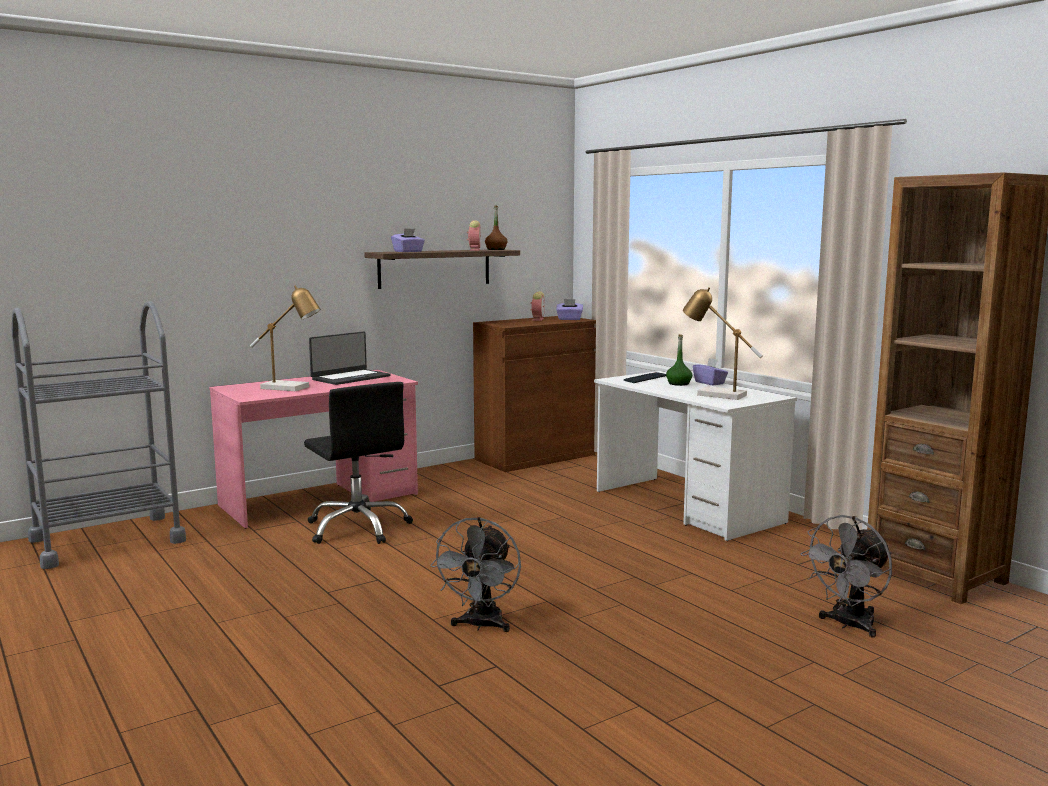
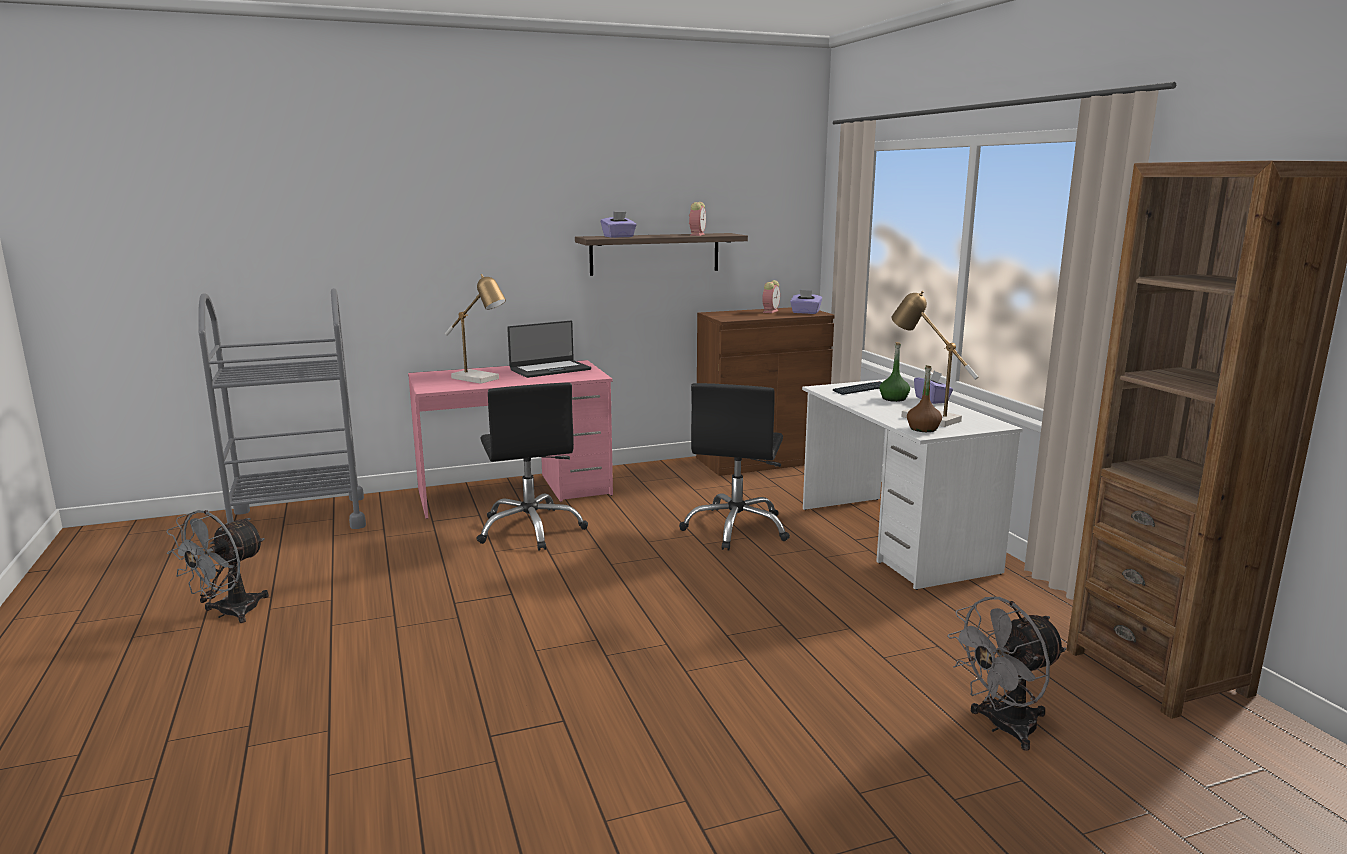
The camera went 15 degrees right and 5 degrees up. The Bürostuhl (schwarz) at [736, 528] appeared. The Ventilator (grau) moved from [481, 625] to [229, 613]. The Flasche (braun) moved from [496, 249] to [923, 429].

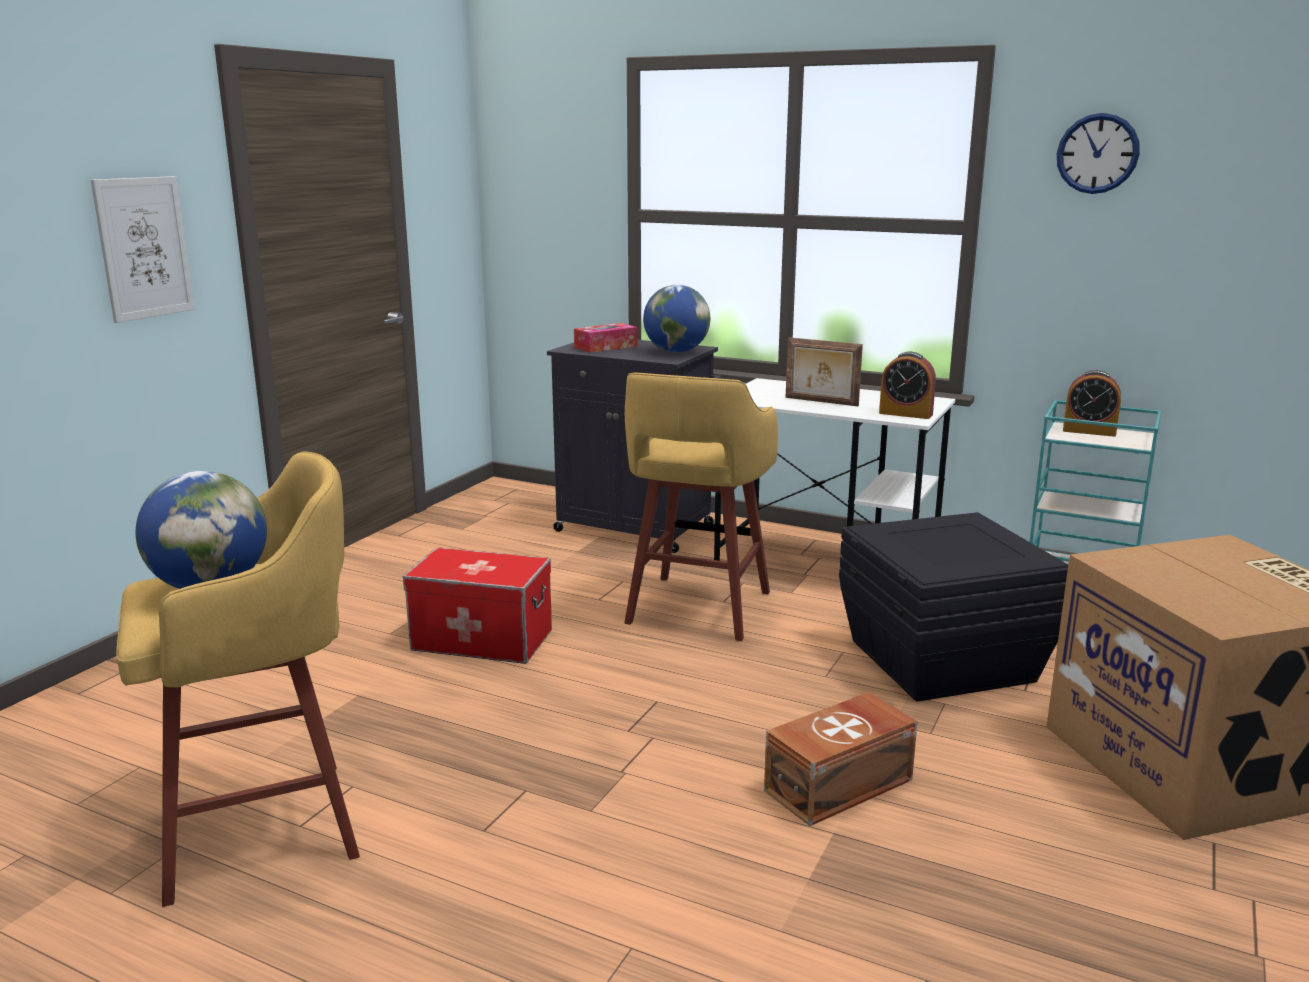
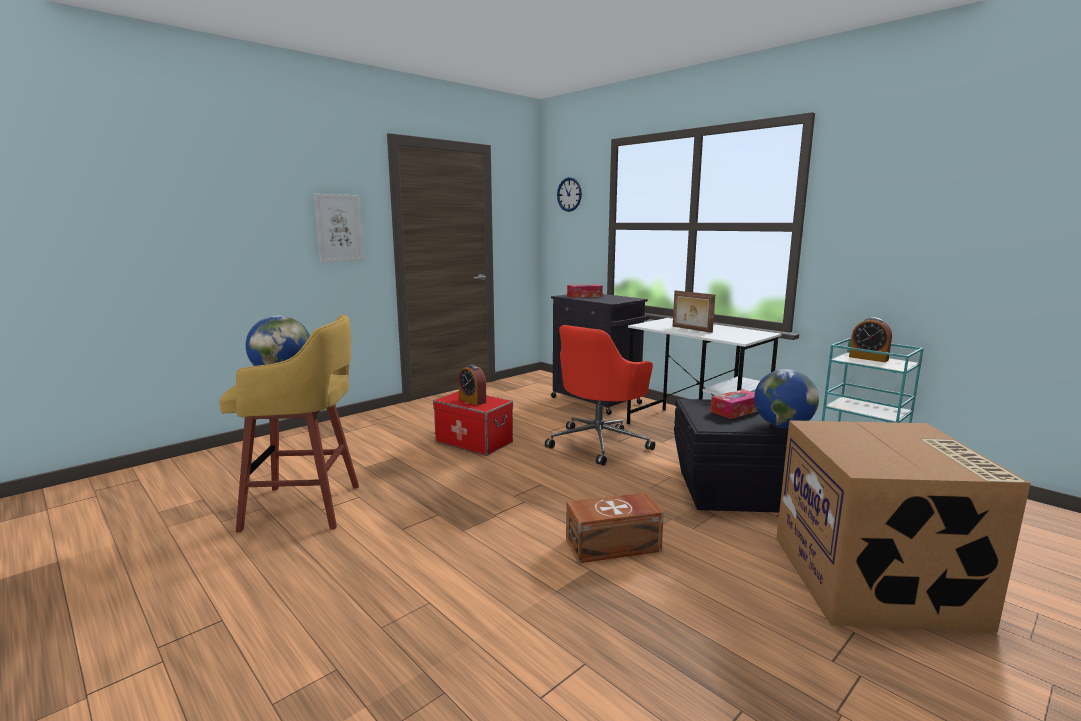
The camera went 20 degrees right and 5 degrees down. The Taschentuchbox at [736, 411] appeared. The Globus moved from [676, 352] to [782, 426]. The Wecker moved from [905, 414] to [472, 400]. The Wanduhr moved from [1097, 153] to [569, 194]. The Hocker (gelb) at [697, 609] was replaced by the Bürostuhl (rot) at [599, 443].

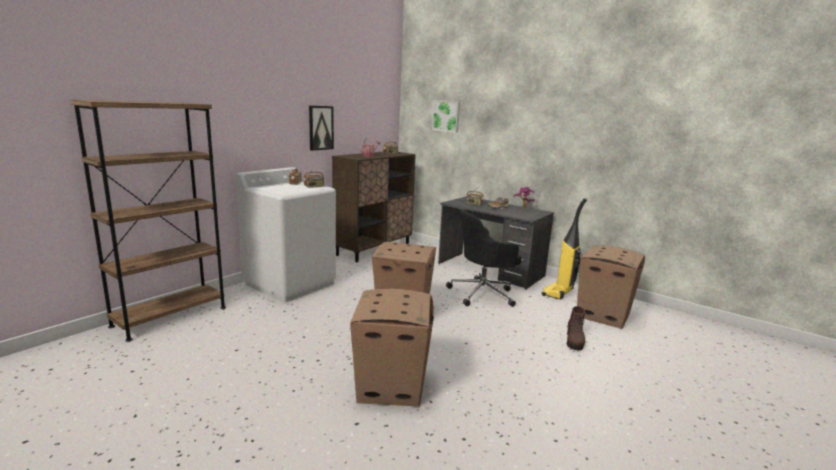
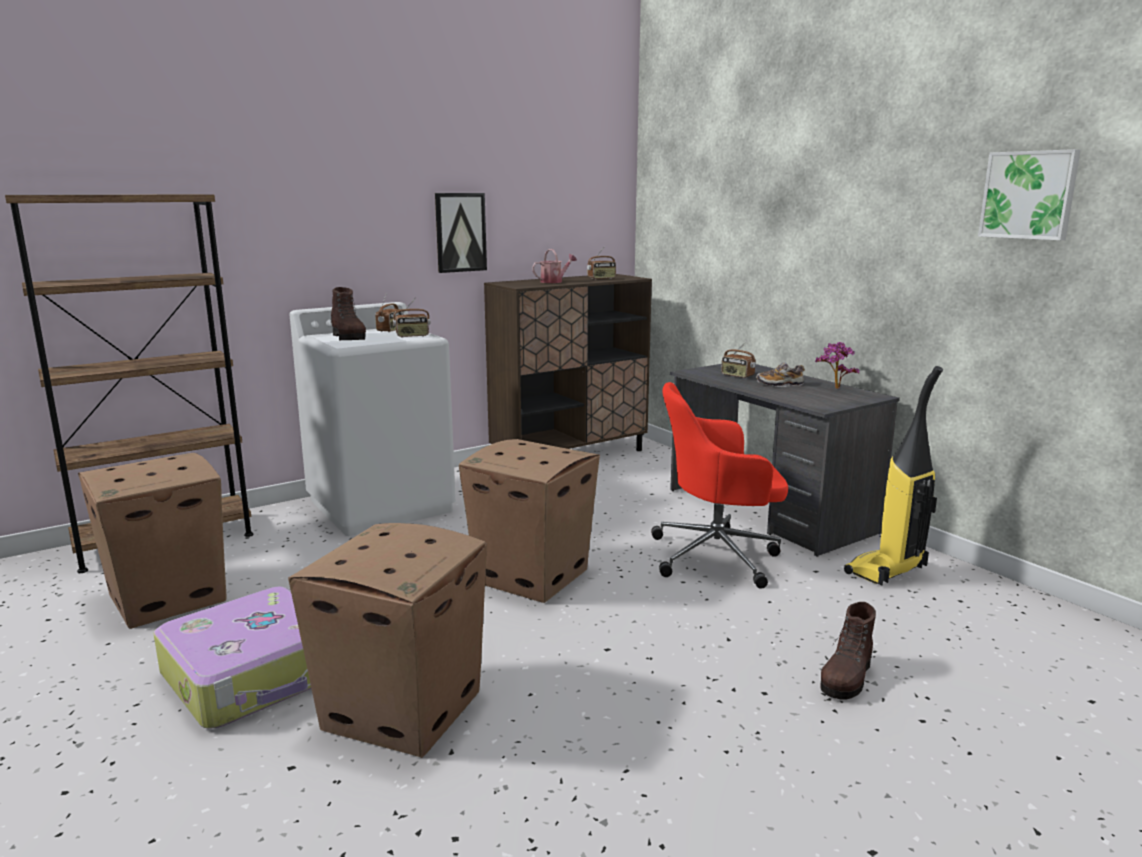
The camera went 20 degrees right and 0 degrees up. The Koffer at [254, 675] appeared. The Stiefel (braun) at [349, 338] appeared. The Bild moved from [446, 116] to [1029, 195]. The Karton moved from [603, 315] to [169, 597]. The Bürostuhl (schwarz) at [483, 293] became the Bürostuhl (rot) at [718, 556].

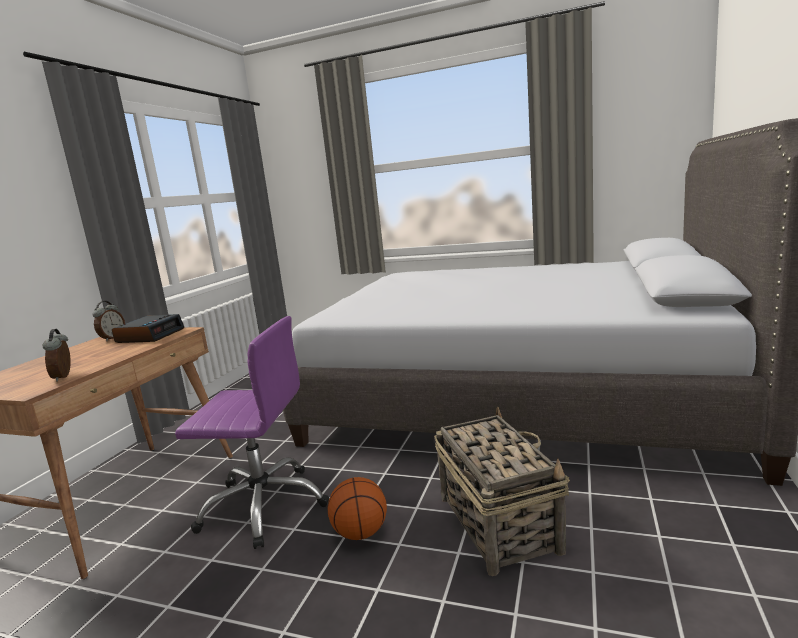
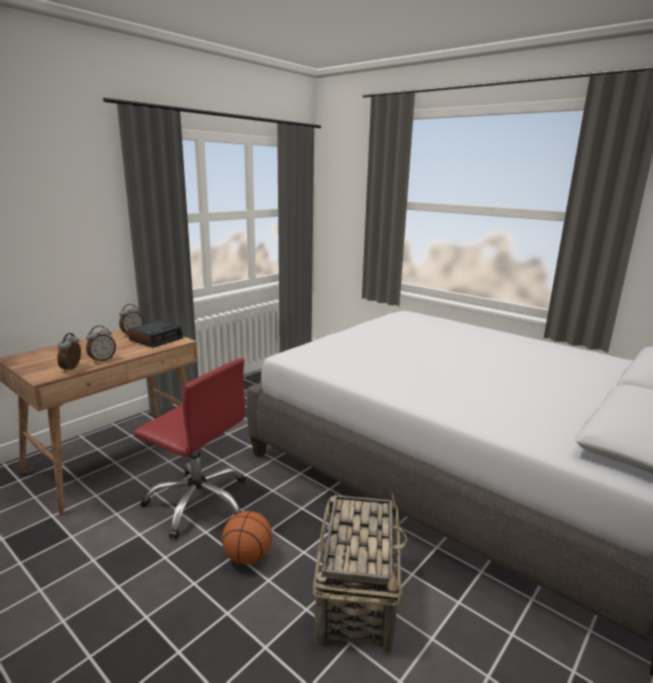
The camera went 20 degrees right and 5 degrees up. The Wecker at [102, 360] appeared. The Bürostuhl (lila) at [264, 505] became the Bürostuhl (rot) at [199, 501].

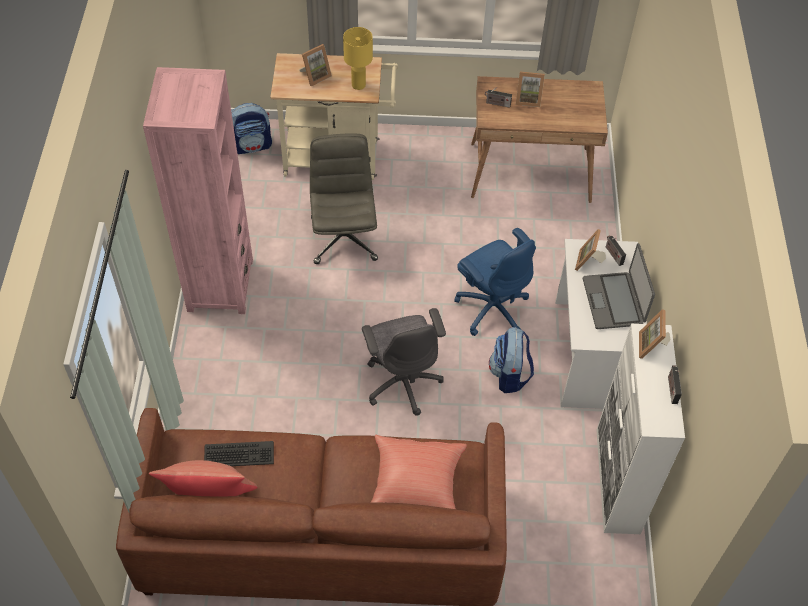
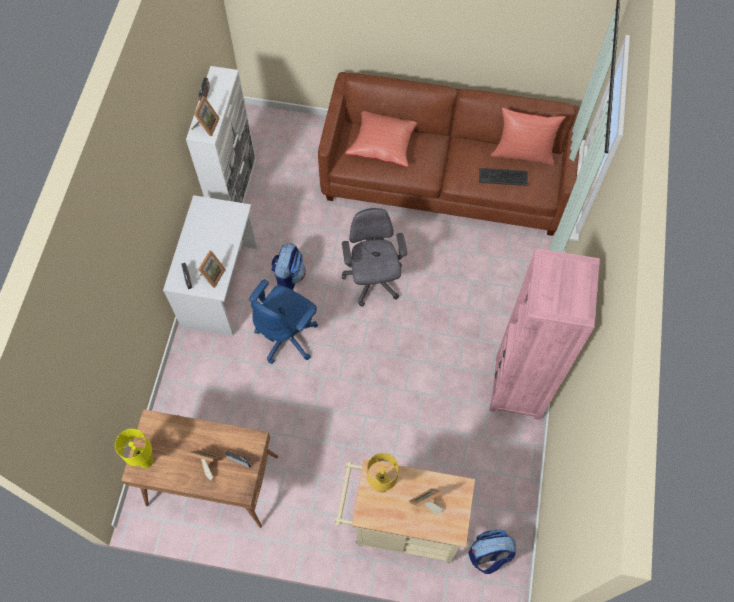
The camera went 170 degrees left and 10 degrees up. The Bürostuhl (grau) at [343, 237] disappeared. The Laptop at [614, 301] disappeared. The Tischlampe (gelb) at [145, 461] appeared. The Bürostuhl (blau) at [491, 307] turned 120 degrees counterclockwise.

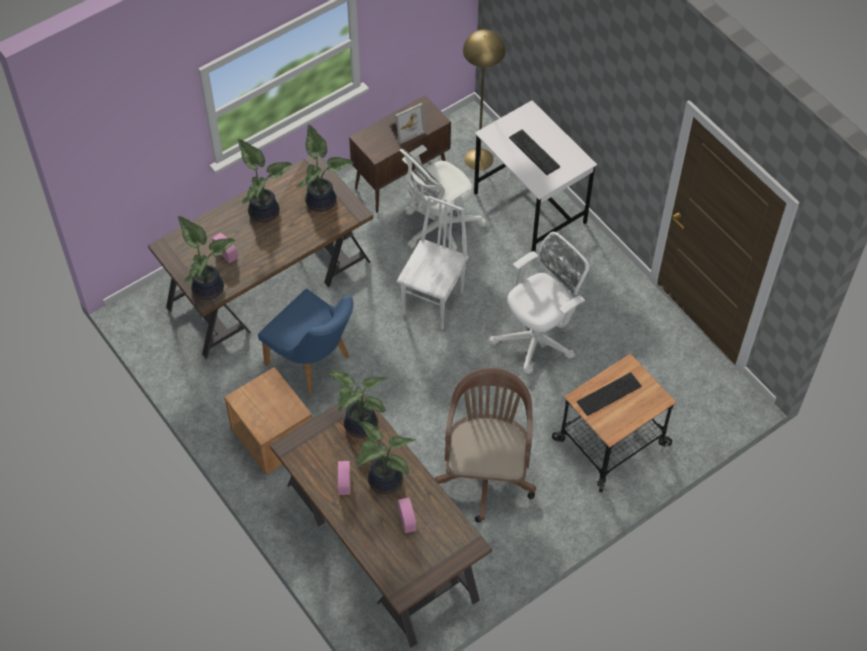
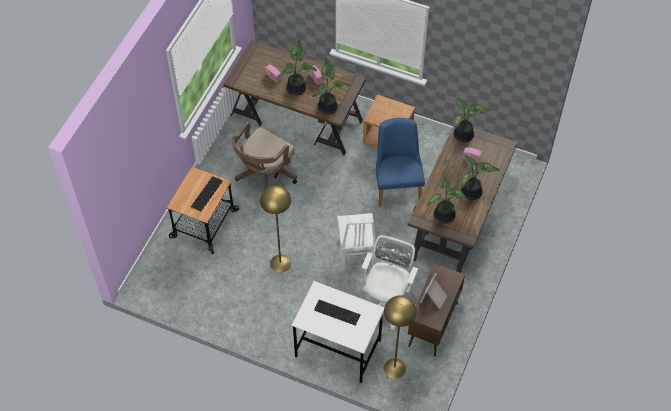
The camera went 150 degrees right and 0 degrees up. The Bürostuhl (weiß) at [538, 338] was replaced by the Stehlampe (gelb) at [280, 263]. The Stuhl (blau) at [314, 363] turned 75 degrees clockwise. The Bürostuhl (braun) at [486, 471] turned 60 degrees clockwise.

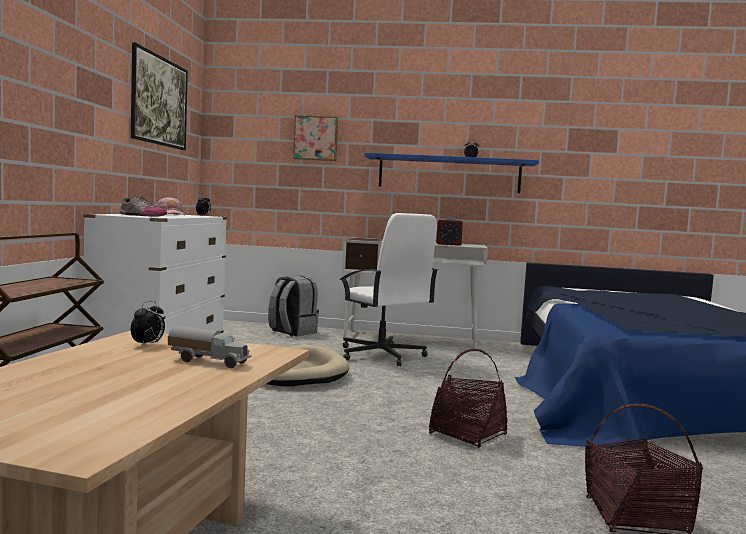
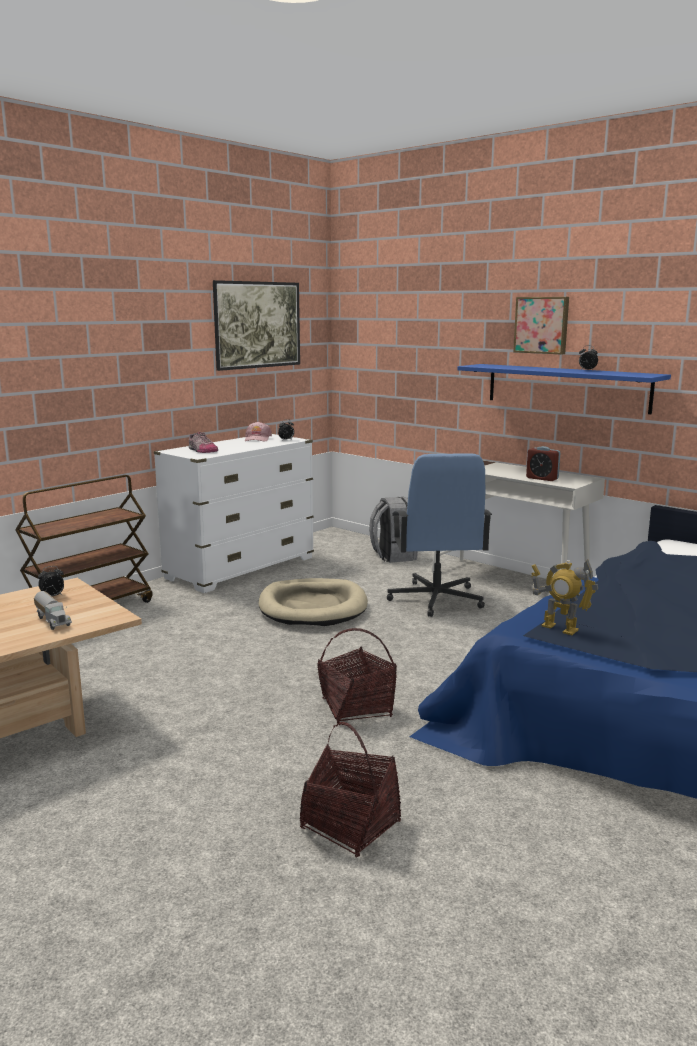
The camera went 35 degrees right and 10 degrees up. The Spielzeugroboter at [559, 628] appeared. The Bild moved from [316, 138] to [542, 325]. The Bürostuhl (weiß) at [381, 355] became the Bürostuhl (blau) at [436, 599].

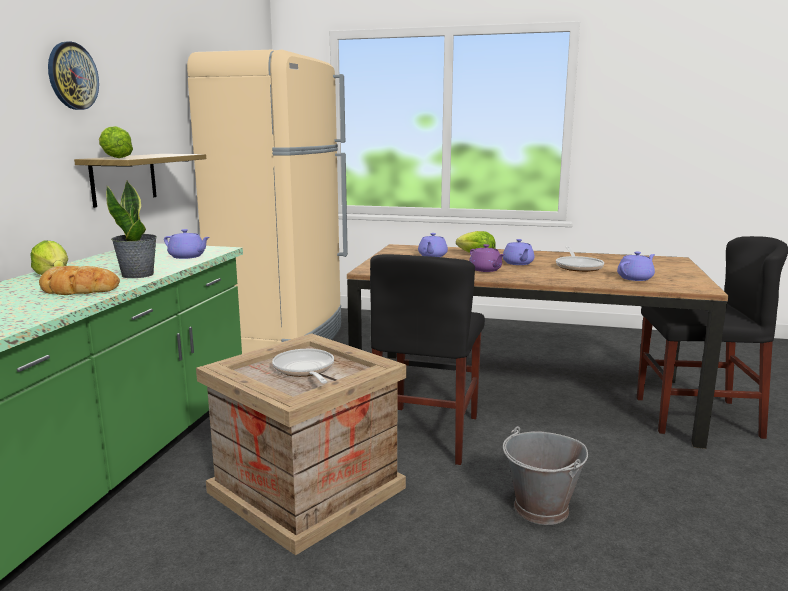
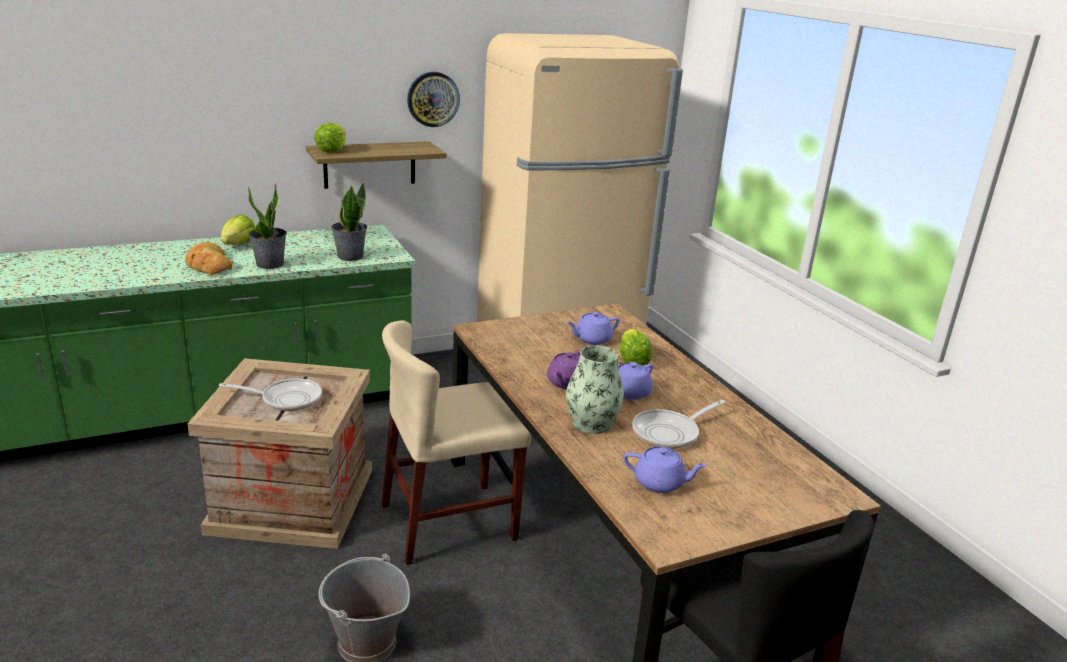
The camera went 50 degrees right and 10 degrees up. The Vase at [591, 423] appeared. The Wanduhr moved from [72, 76] to [433, 99]. The Teekanne (lila) at [187, 256] was replaced by the Topfpflanze at [350, 256]. The Stuhl (schwarz) at [426, 433] became the Stuhl (beige) at [449, 522]. The Pfanne at [304, 370] turned 60 degrees clockwise.

